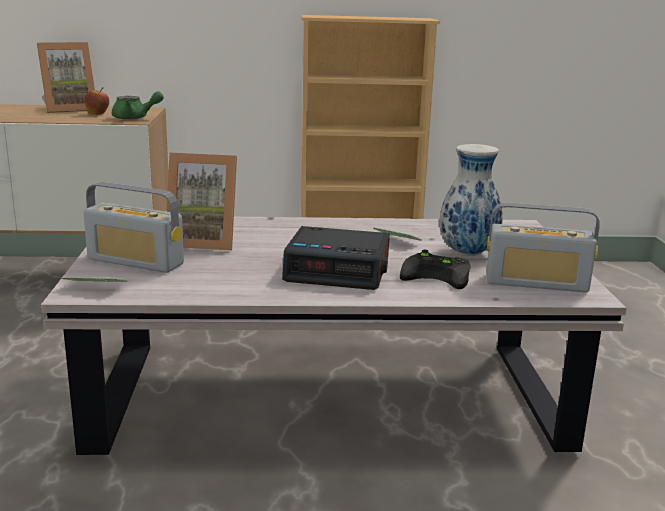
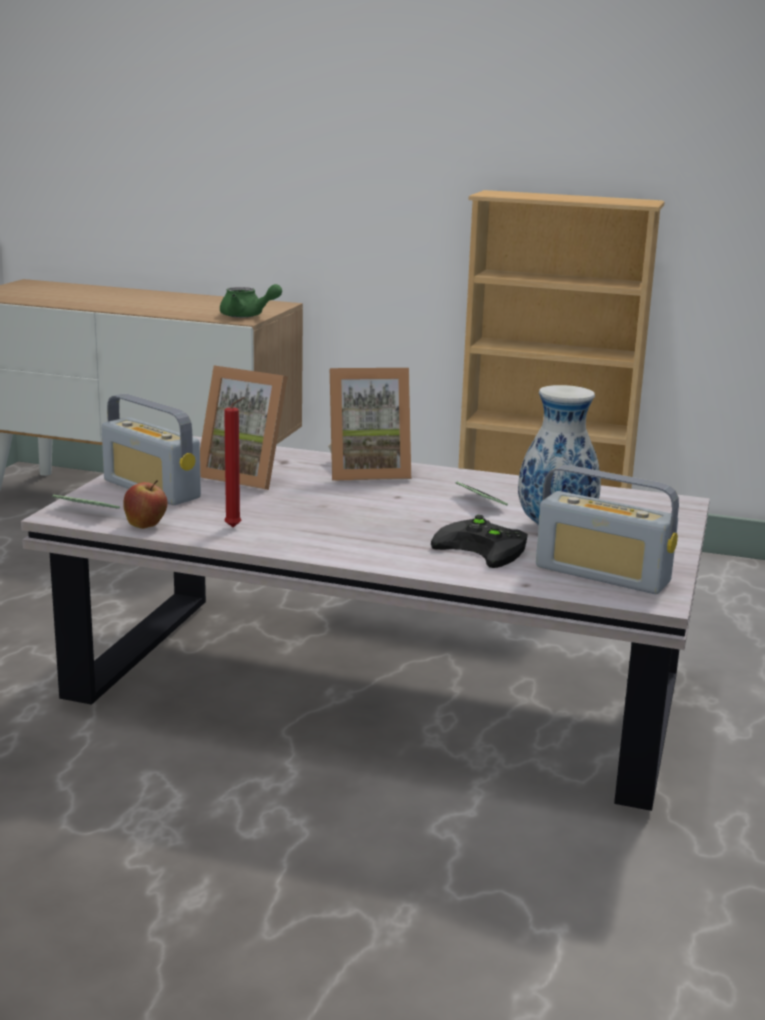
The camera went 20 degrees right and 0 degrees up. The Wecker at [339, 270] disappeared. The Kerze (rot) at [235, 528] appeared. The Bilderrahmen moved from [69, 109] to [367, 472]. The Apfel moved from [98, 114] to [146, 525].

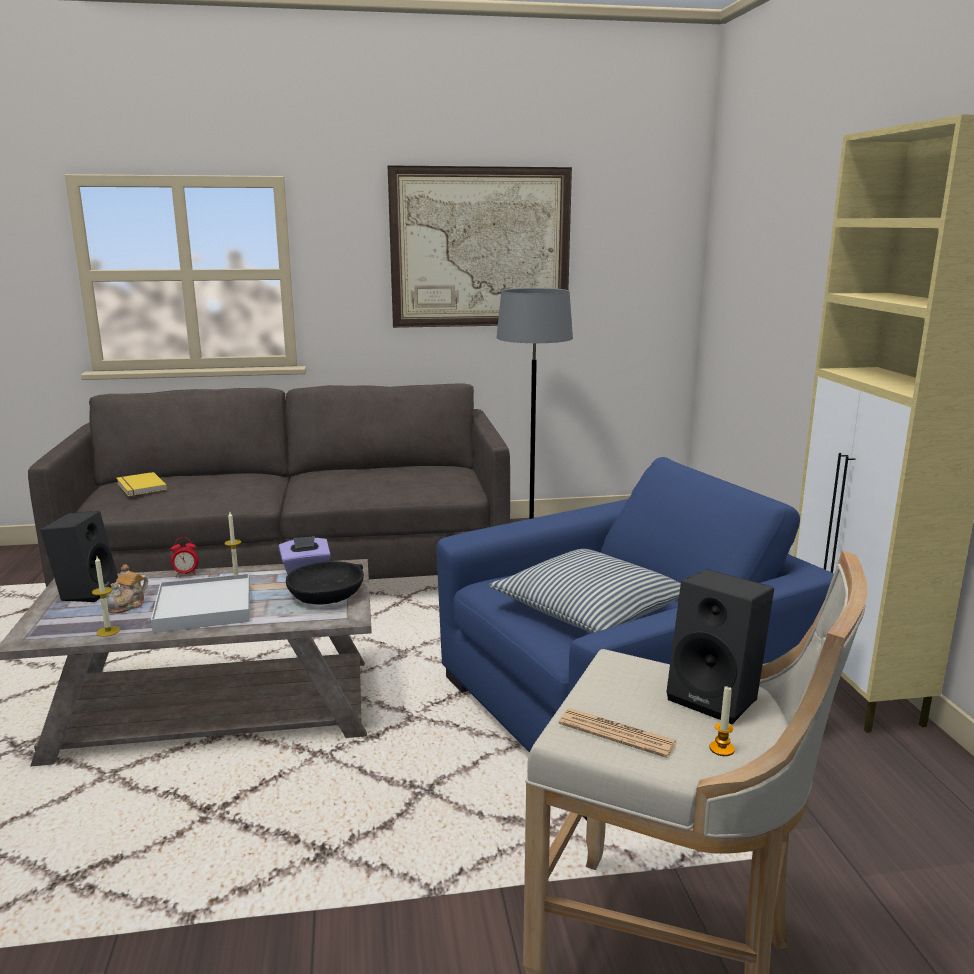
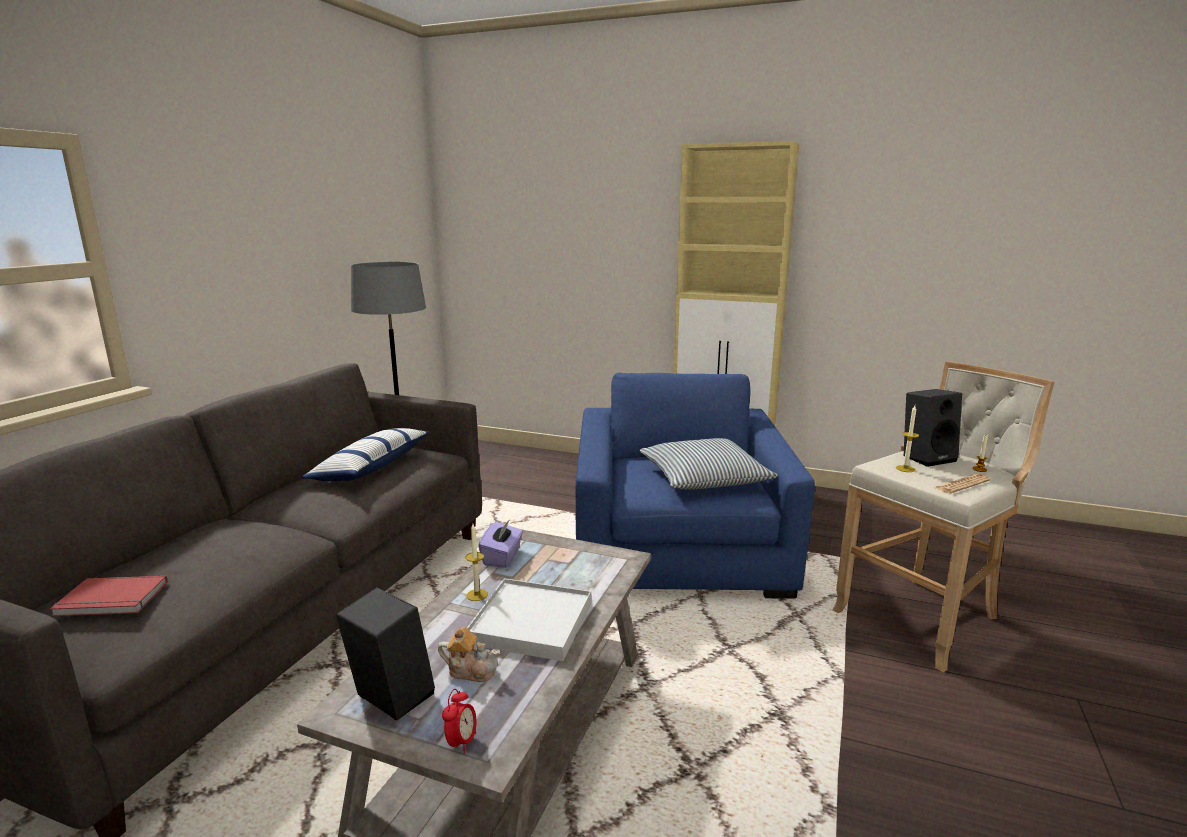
The camera went 60 degrees left and 0 degrees up. The Schüssel (schwarz) at [326, 593] disappeared. The Bild at [480, 248] disappeared. The Kissen at [371, 467] appeared. The Kerze moved from [108, 631] to [905, 468]. The Wecker moved from [186, 574] to [461, 742]. The Buch (gelb) at [139, 486] became the Buch (rot) at [111, 600]. The Teekanne at [128, 605] turned 45 degrees counterclockwise.

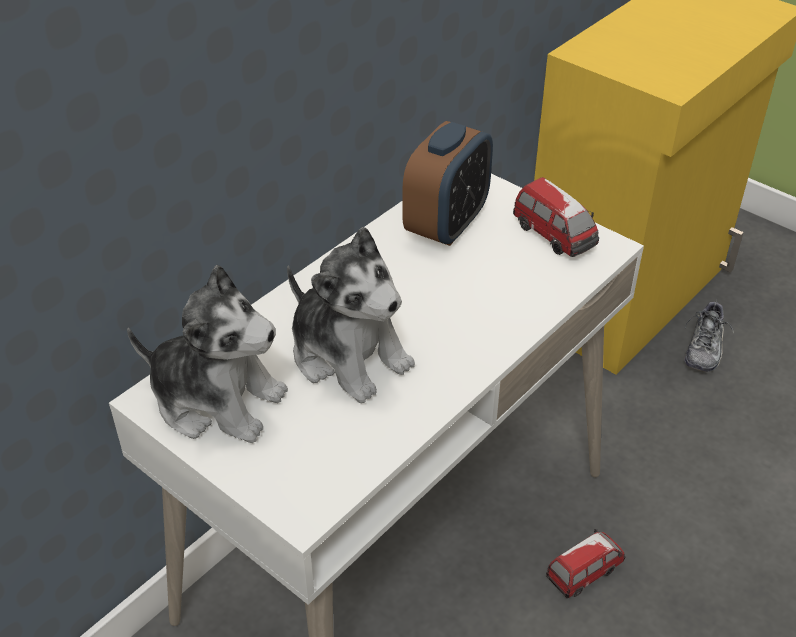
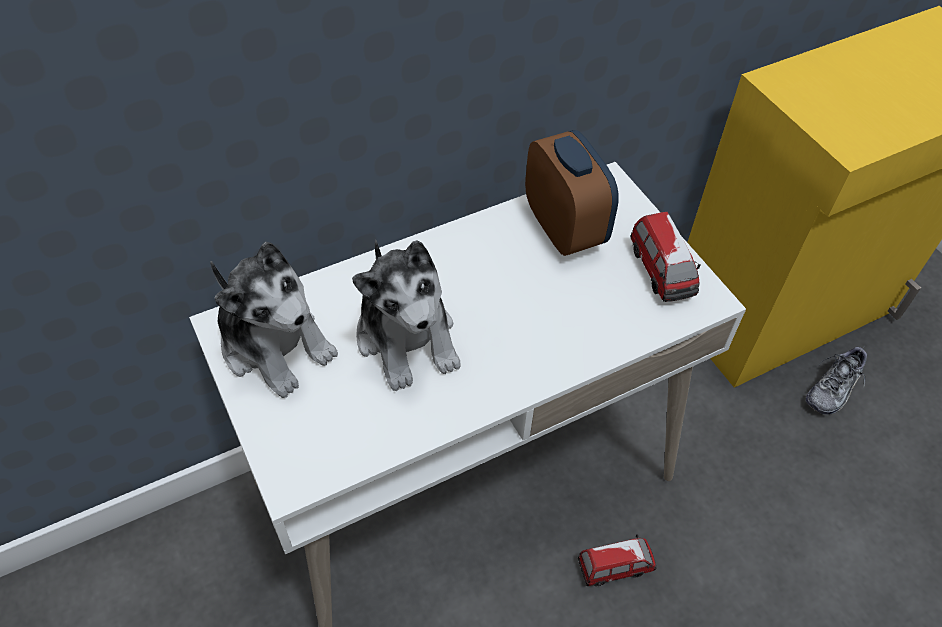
The camera went 20 degrees right and 10 degrees up. The Wecker at [447, 225] turned 75 degrees counterclockwise.

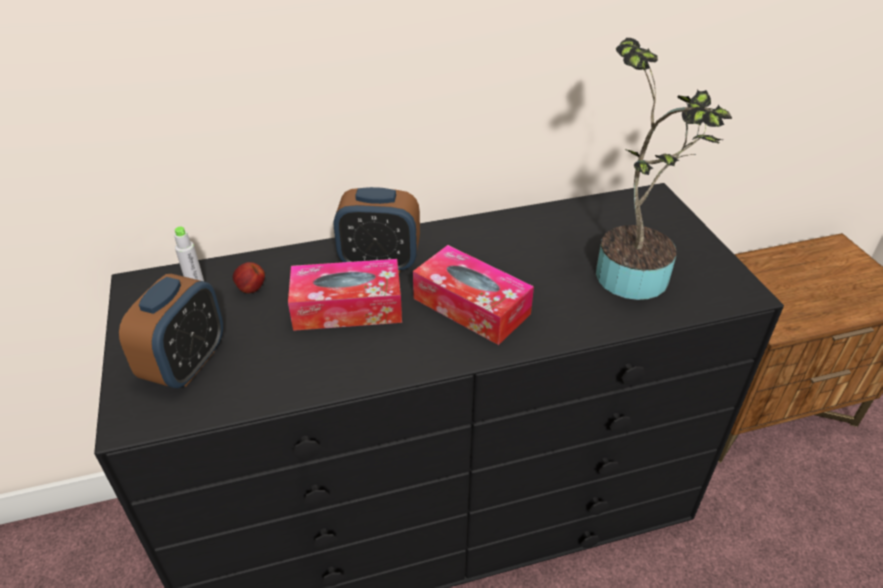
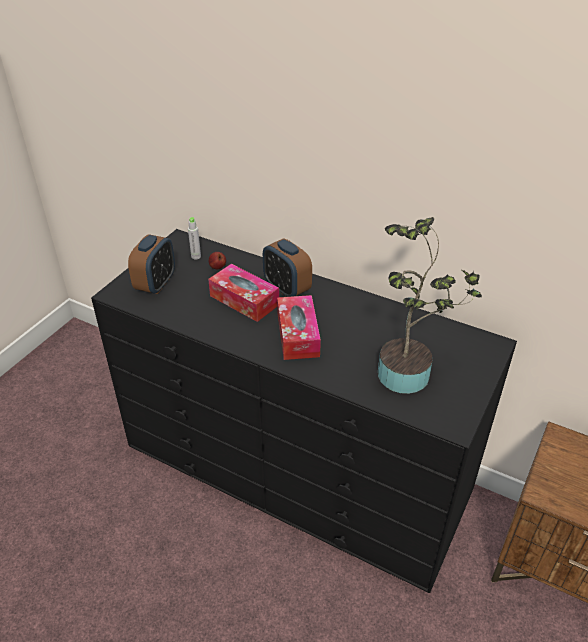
The camera went 45 degrees right and 0 degrees up. The Wecker at [186, 364] turned 45 degrees counterclockwise.

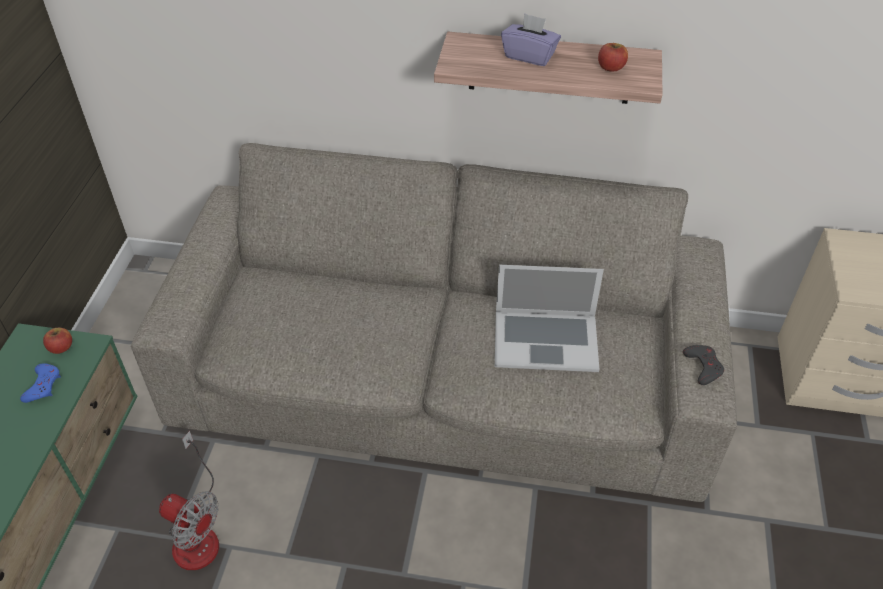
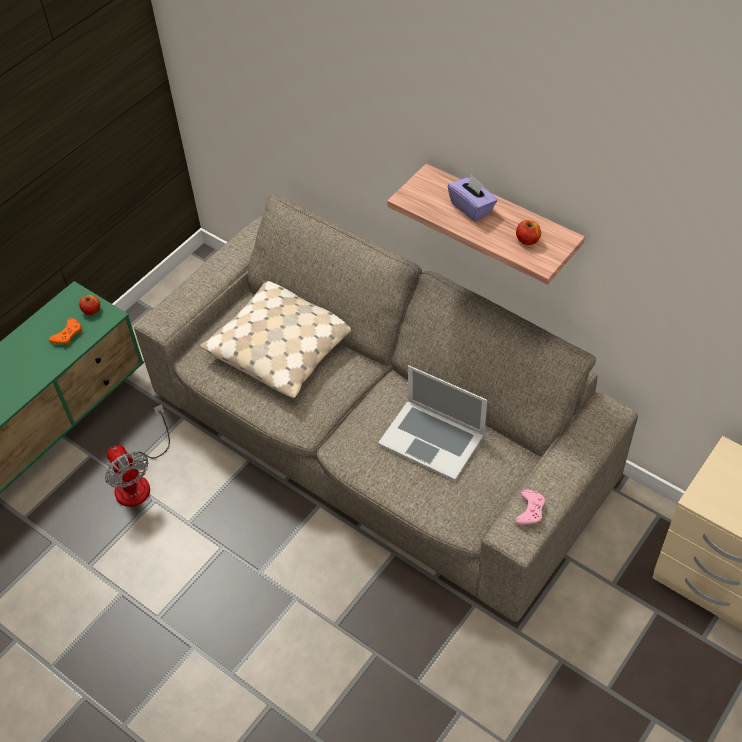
The camera went 30 degrees right and 5 degrees up. The Kissen (beige) at [282, 347] appeared. The Gamepad (blau) at [43, 385] became the Gamepad (orange) at [67, 334]. The Gamepad (grau) at [703, 366] became the Gamepad (rosa) at [530, 510].

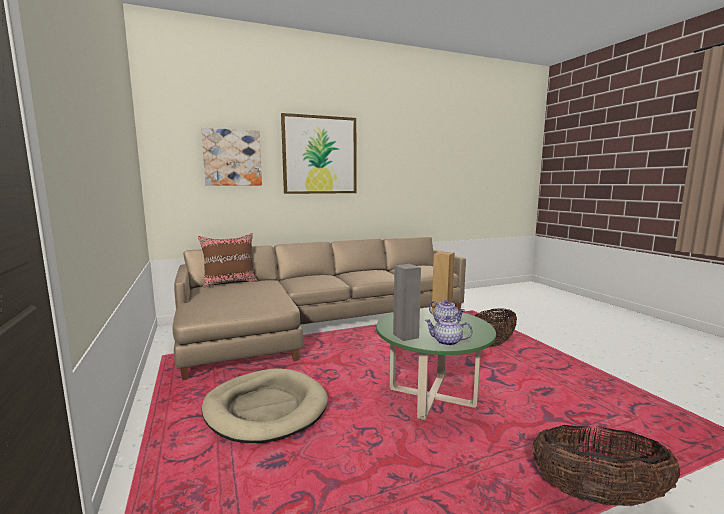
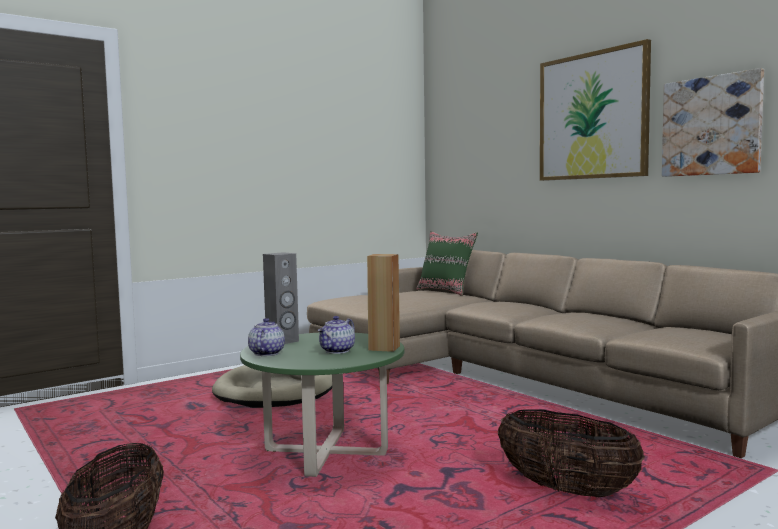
The camera went 75 degrees right and 5 degrees down. The Bild moved from [232, 157] to [711, 126]. The Kissen (braun) at [230, 282] became the Kissen (grün) at [446, 291].

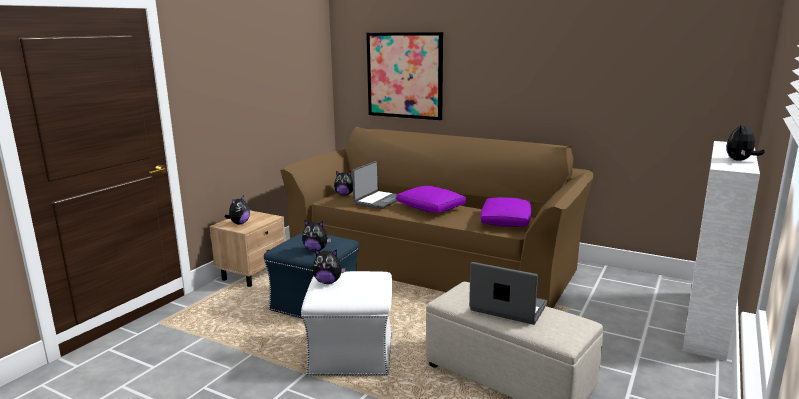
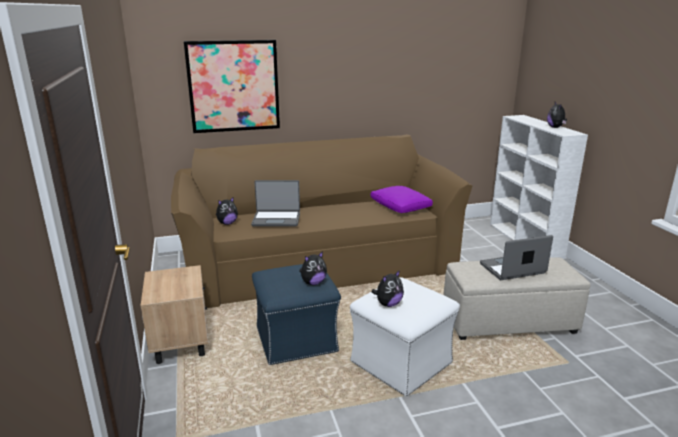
The camera went 45 degrees left and 5 degrees up. The Plüschtier at [239, 223] disappeared. The Kissen (lila) at [431, 208] disappeared. The Laptop at [378, 200] turned 105 degrees clockwise.

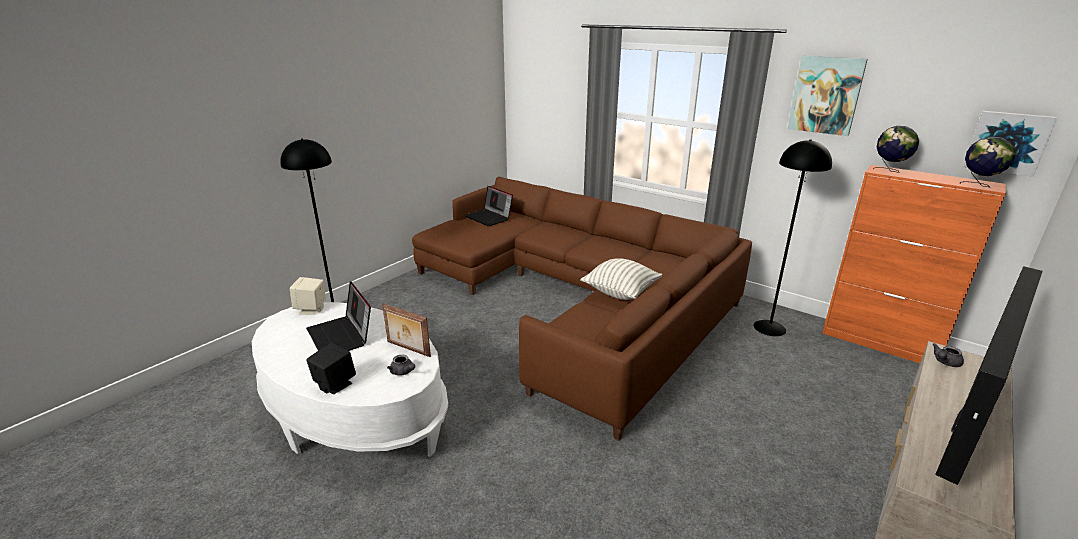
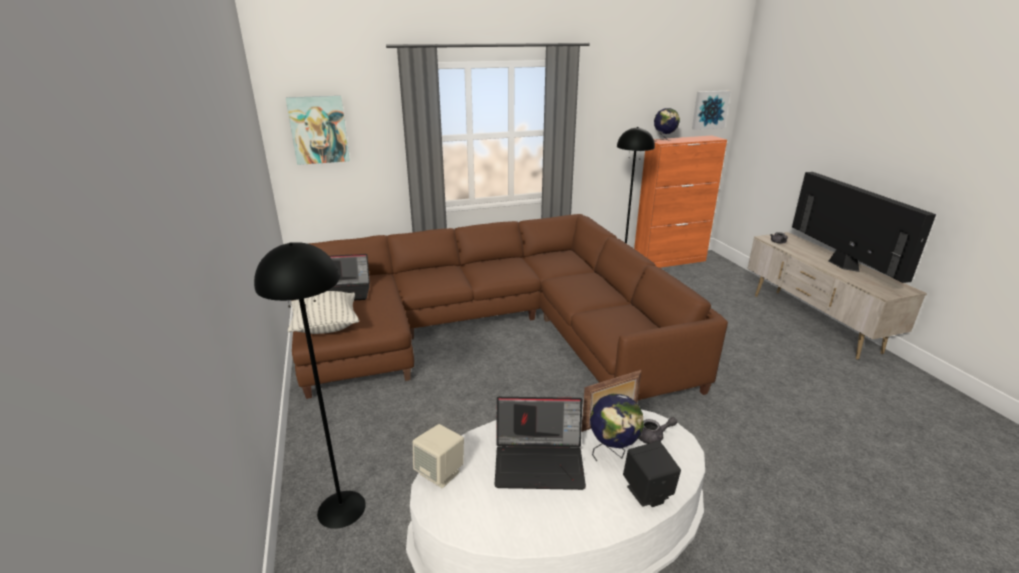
The camera went 55 degrees left and 0 degrees up. The Kissen moved from [620, 292] to [326, 327]. The Bild moved from [826, 95] to [319, 130]. The Globus moved from [979, 185] to [613, 452].

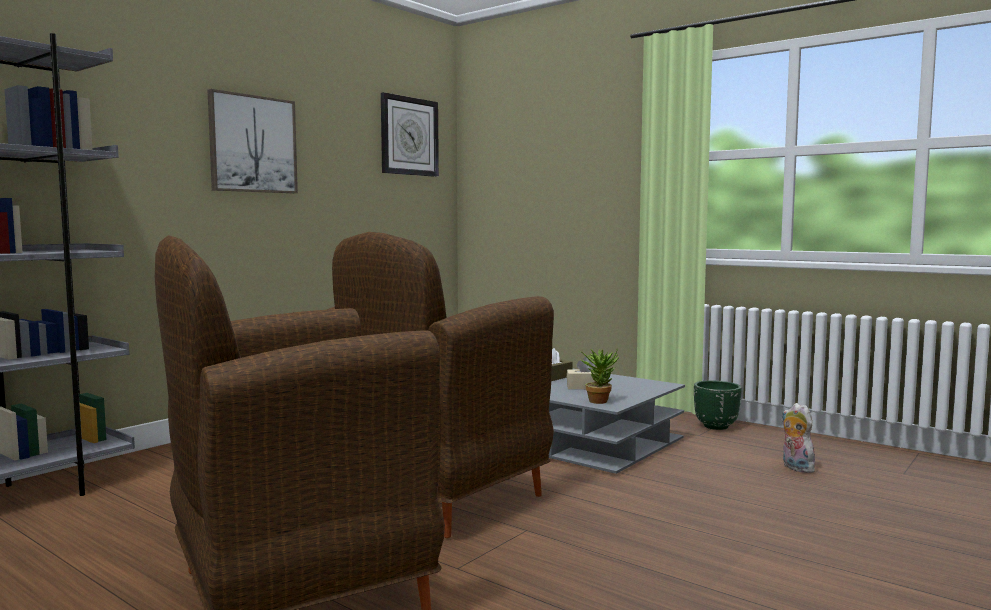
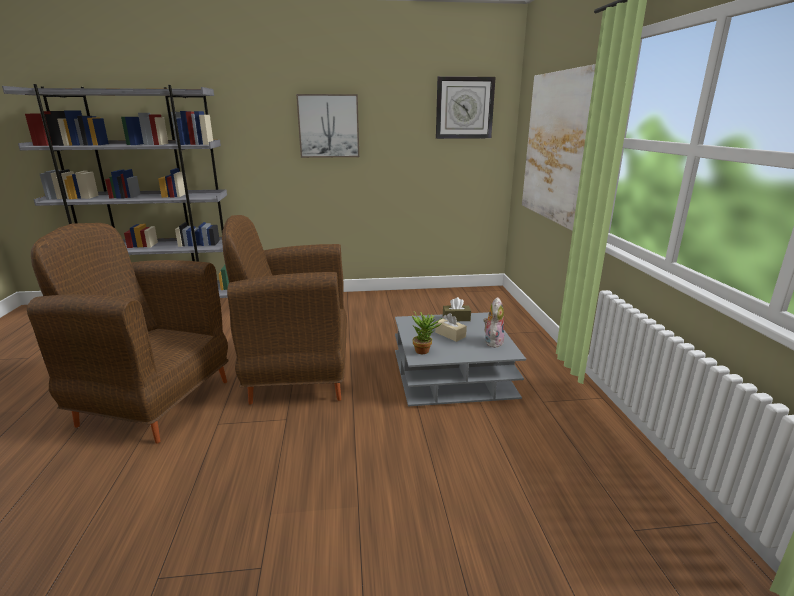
The camera went 45 degrees right and 15 degrees up. The Pflanzkübel (grün) at [716, 426] disappeared. The Bild at [558, 147] appeared. The Plüschtier moved from [795, 468] to [492, 341].

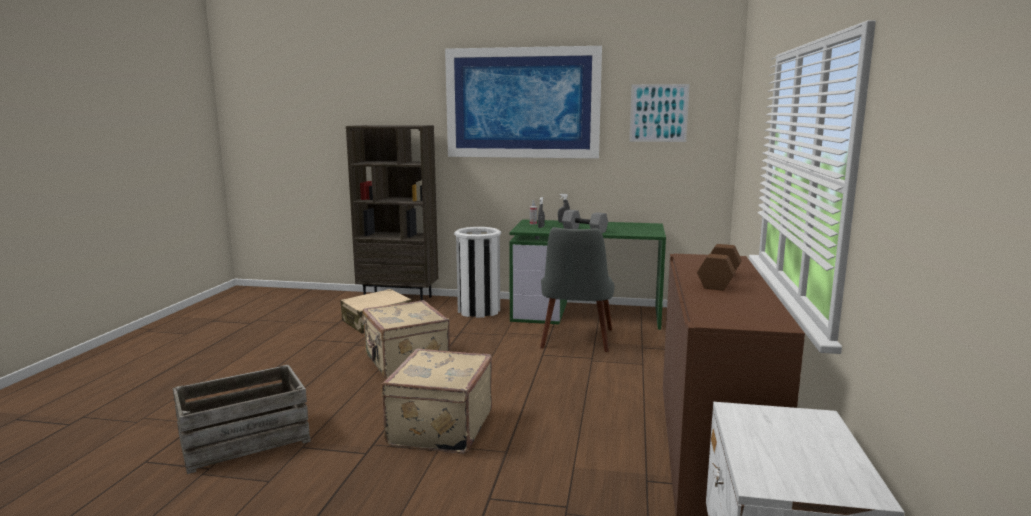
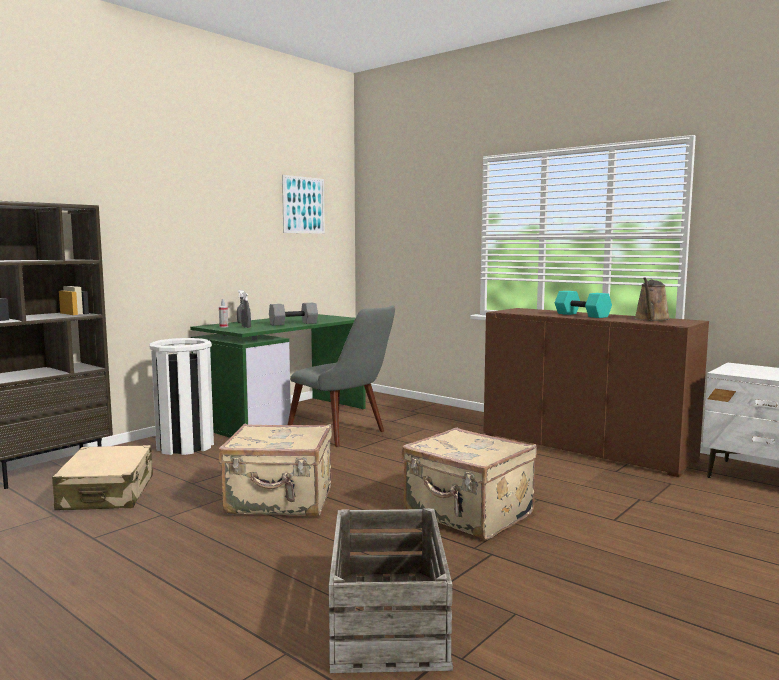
The camera went 60 degrees left and 5 degrees down. The Bild at [522, 103] disappeared. The Gießkanne (braun) at [651, 319] appeared. The Hantel (braun) at [720, 281] became the Hantel (türkis) at [583, 315].

